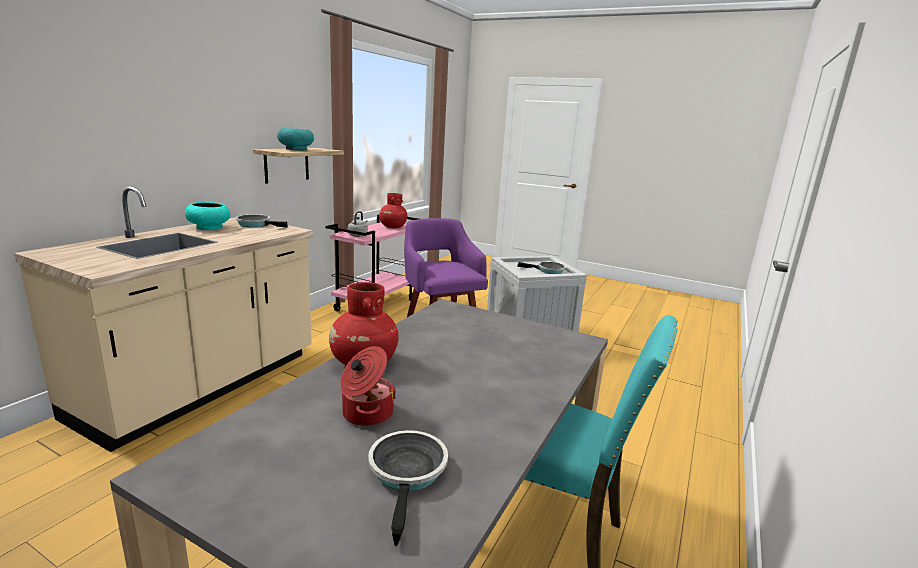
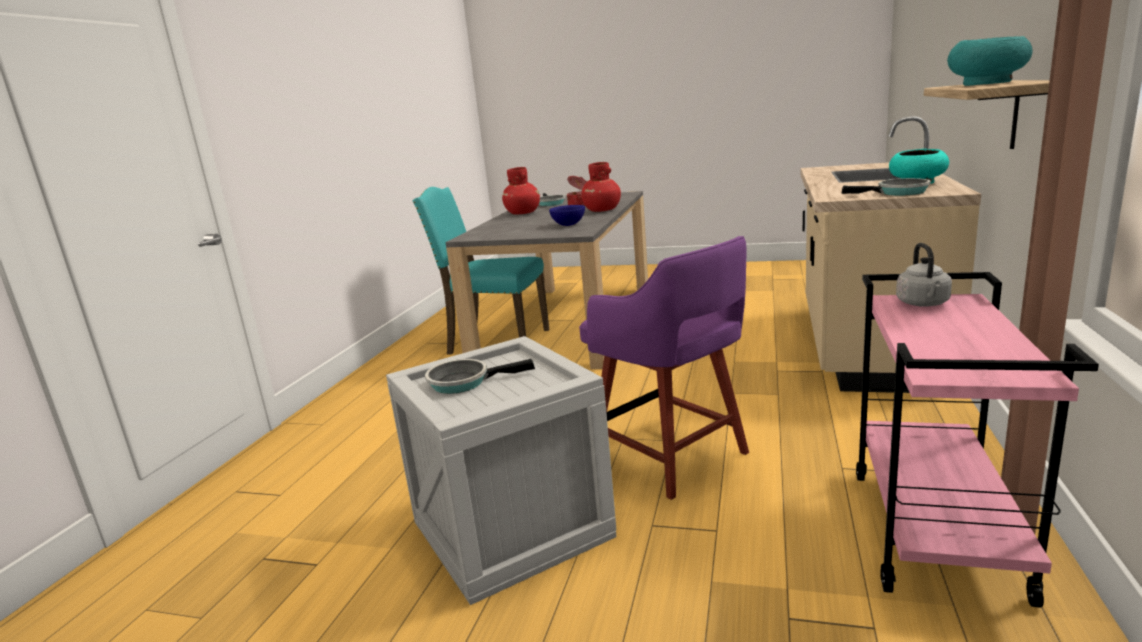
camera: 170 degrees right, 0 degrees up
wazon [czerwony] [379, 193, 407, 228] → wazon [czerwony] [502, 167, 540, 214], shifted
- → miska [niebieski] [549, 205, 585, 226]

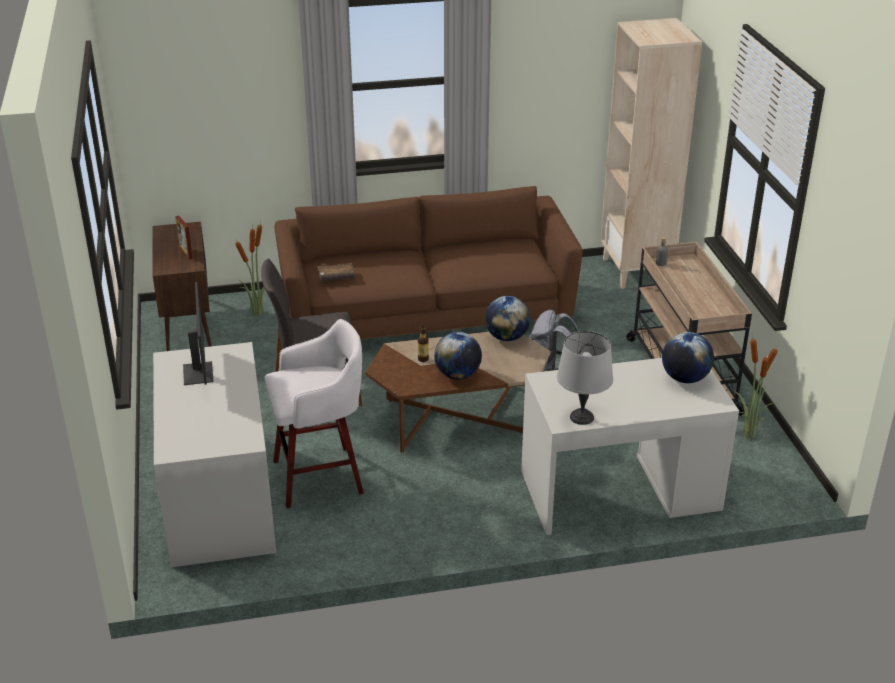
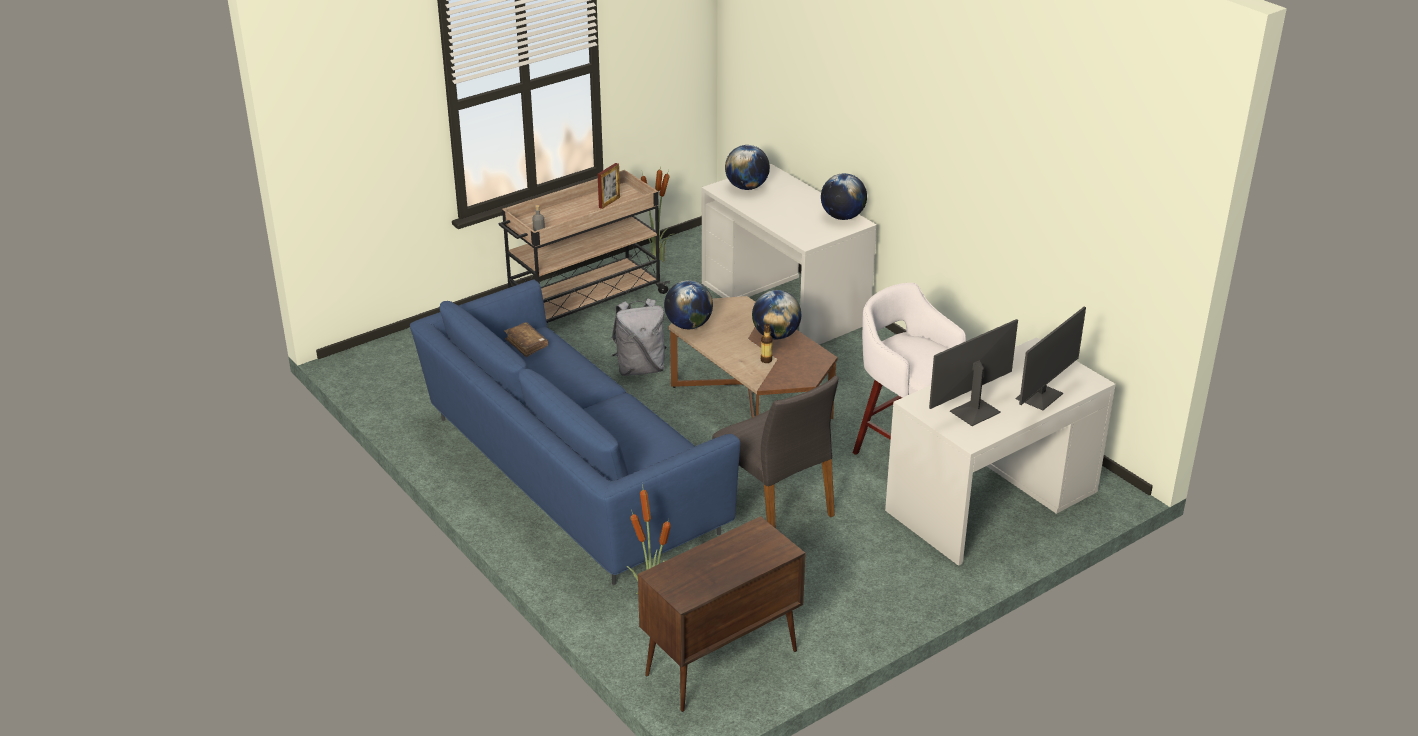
camera: 115 degrees left, 0 degrees up
kanapa [brązowy] [274, 186, 583, 340] → kanapa [niebieski] [410, 280, 740, 585]
książka [brązowy] [318, 263, 355, 282] → książka [brązowy] [504, 322, 549, 357], shifted
ramka na zdjęcie [175, 215, 193, 259] → ramka na zdjęcie [598, 163, 620, 209], shifted
lampa stołowa [szary] [557, 331, 613, 425] → globus [821, 173, 867, 220]
- → monitor [1016, 306, 1086, 410]
regał [beżowy] [601, 18, 702, 289] → -

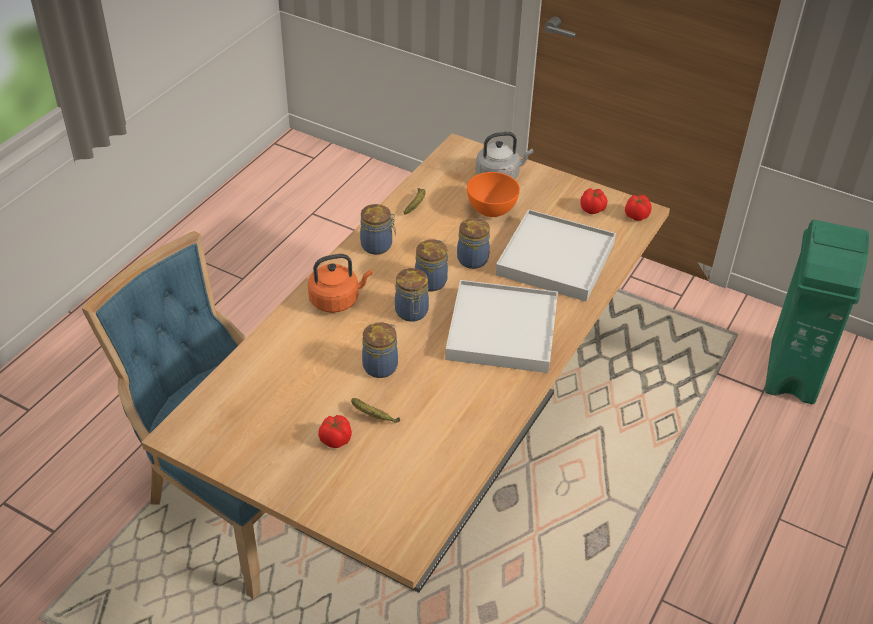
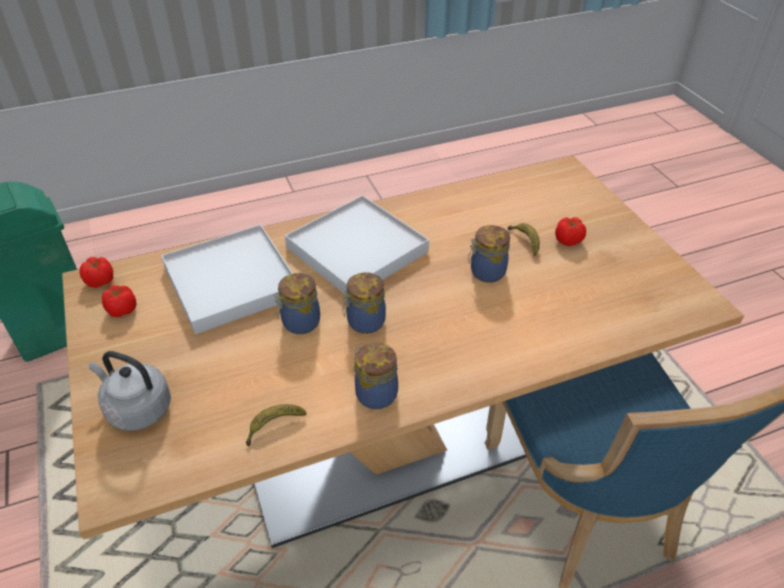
camera: 140 degrees left, 0 degrees up
czajnik [pomarańczowy] [308, 254, 373, 313] → -
słoik [395, 268, 429, 322] → -
miska [pomarańczowy] [467, 172, 520, 217] → -

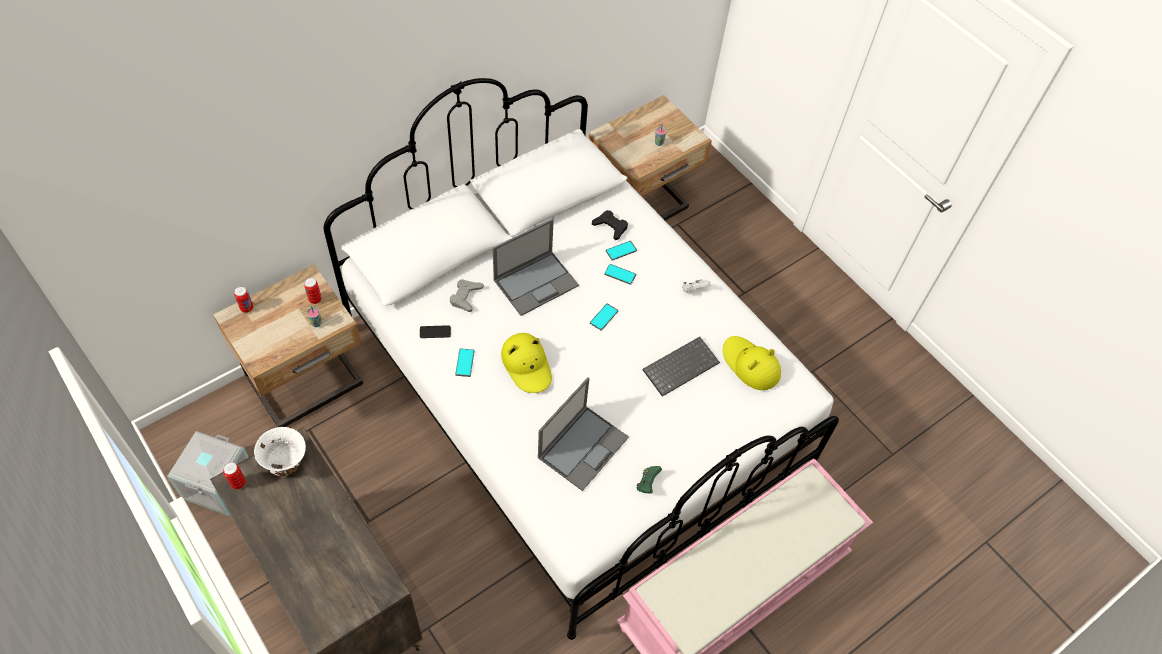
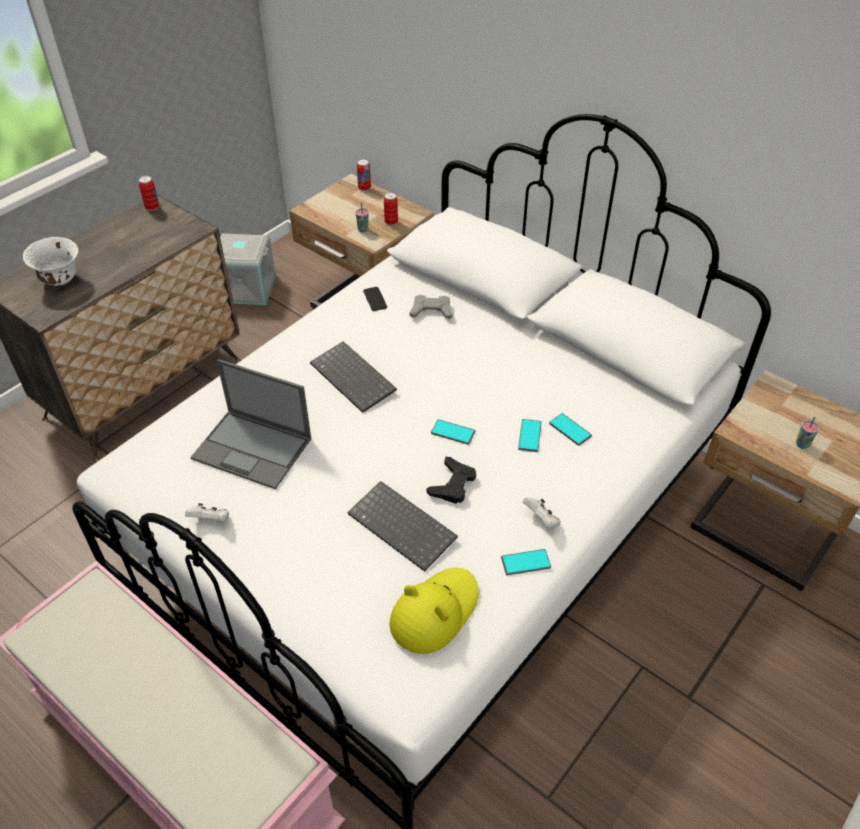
camera: 80 degrees right, 10 degrees down
miska [biały] [254, 427, 306, 476] → miska [biały] [23, 237, 79, 286], shifted
pad do gier [zielony] [637, 466, 662, 493] → pad do gier [biały] [185, 503, 229, 522]
kapelusz [żółty] [501, 333, 552, 393] → klawiatura [310, 341, 397, 413]
pad do gier [czarny] [592, 210, 628, 240] → pad do gier [czarny] [427, 457, 476, 504], shifted
telefon [455, 348, 474, 377] → telefon [501, 549, 551, 575], shifted
laptop [493, 219, 579, 316] → -

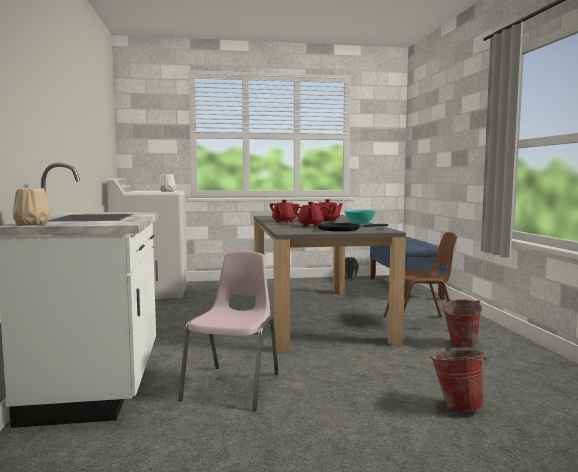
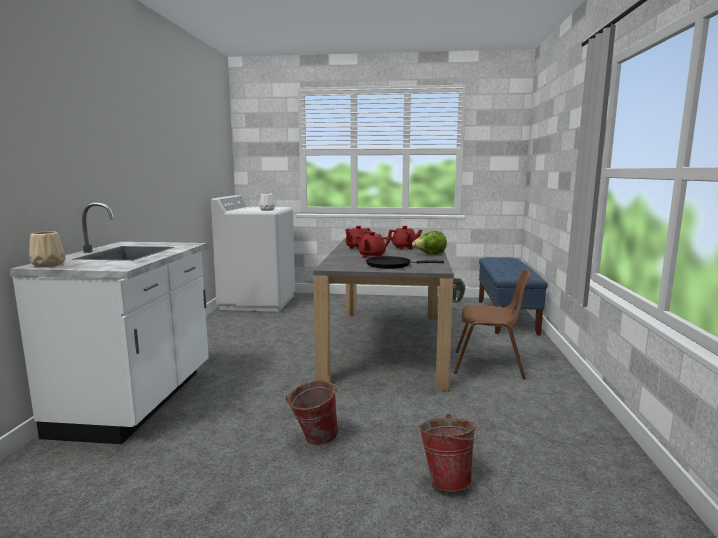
camera: 15 degrees right, 5 degrees up
wiadro [441, 299, 482, 347] → wiadro [285, 380, 339, 446], shifted
miska [turkusowy] [344, 210, 376, 224] → sałata [412, 231, 447, 255]
krzesło [różowy] [178, 251, 279, 410] → -

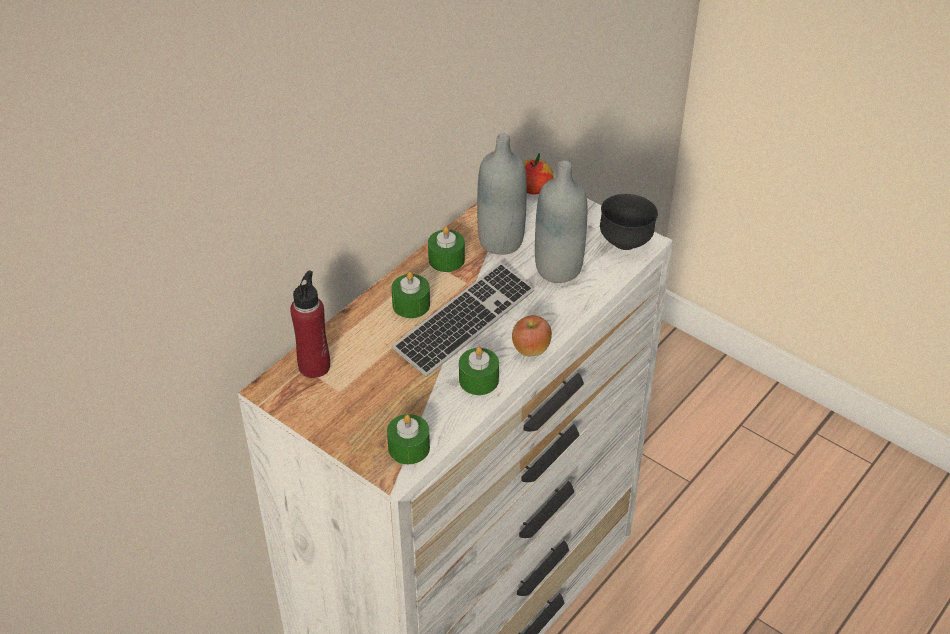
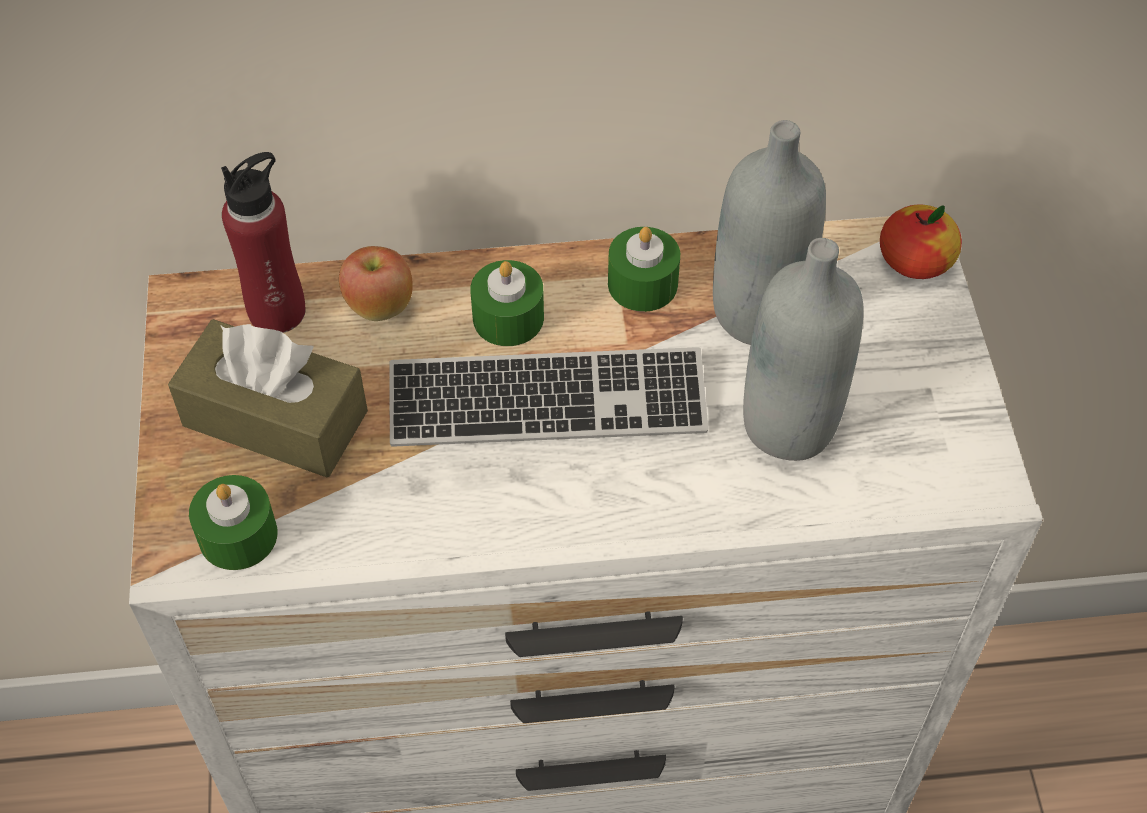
camera: 45 degrees right, 10 degrees up
- → pudełko chusteczek [brązowy] [168, 319, 368, 477]
jabłko [512, 315, 552, 356] → jabłko [339, 246, 413, 321], shifted
świeca [zielony] [459, 347, 499, 395] → -
miska [czarny] [600, 194, 658, 250] → -

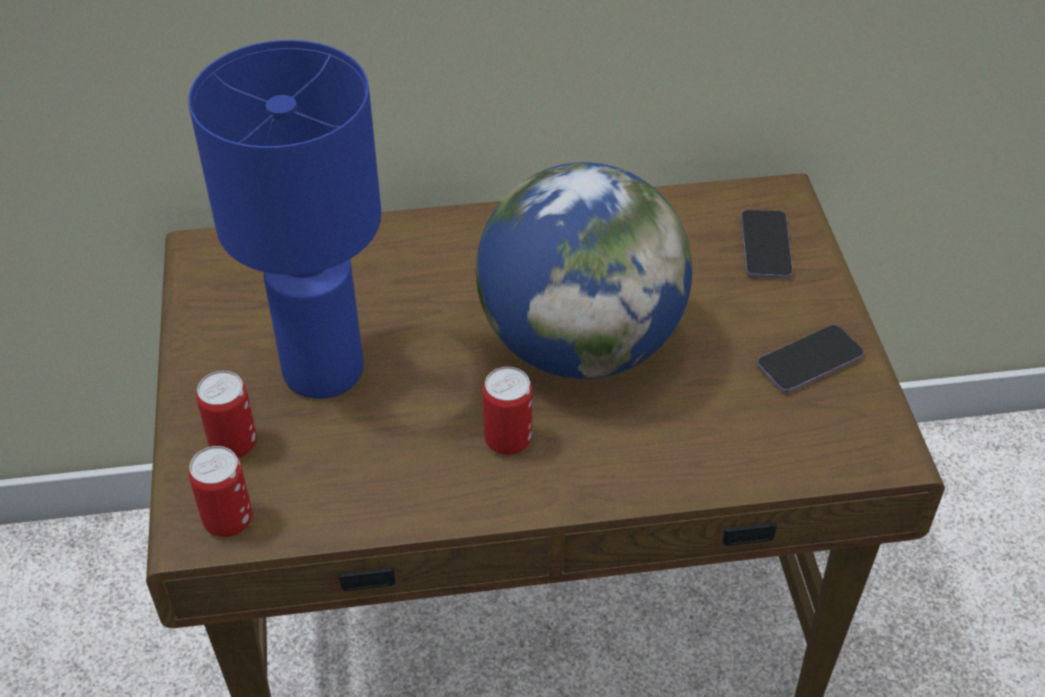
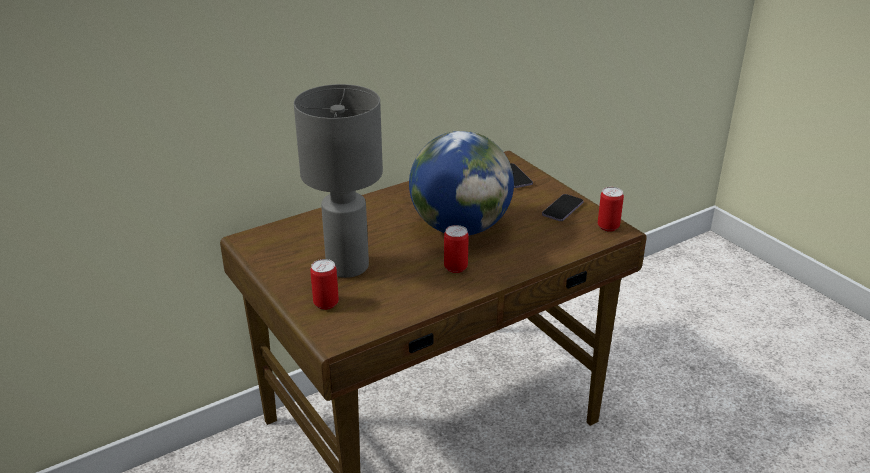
camera: 25 degrees left, 15 degrees down
lampa stołowa [niebieski] [188, 40, 381, 399] → lampa stołowa [szary] [294, 84, 383, 278]
puszka [189, 446, 252, 537] → puszka [598, 187, 624, 232], shifted

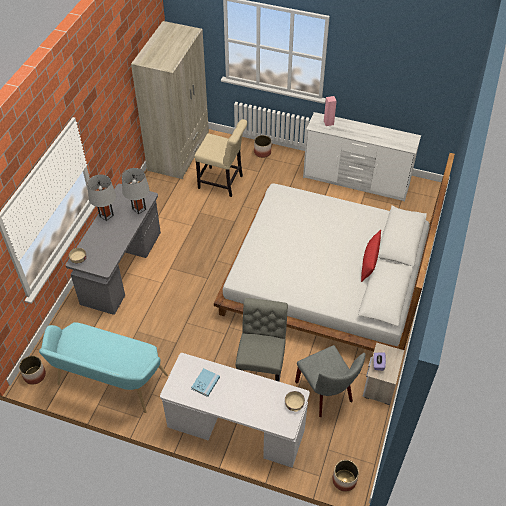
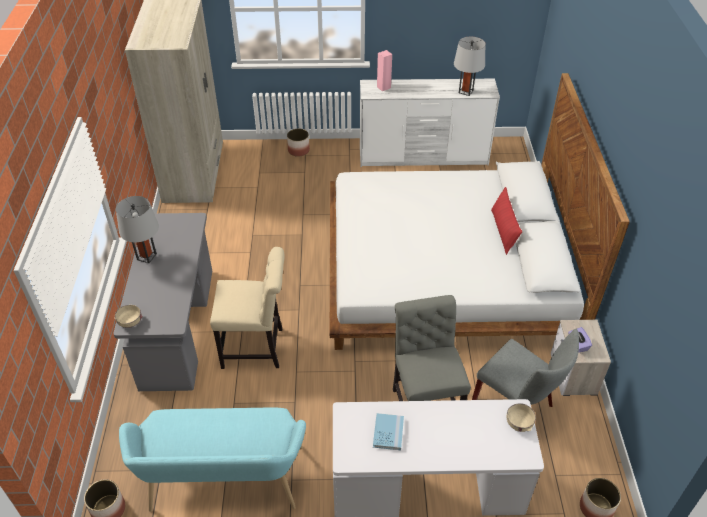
camera: 20 degrees left, 5 degrees down
krzesło [beżowy] [194, 119, 247, 197] → krzesło [beżowy] [210, 247, 284, 369], shifted
lampa stołowa [szary] [122, 168, 150, 214] → lampa stołowa [szary] [454, 37, 486, 96], shifted

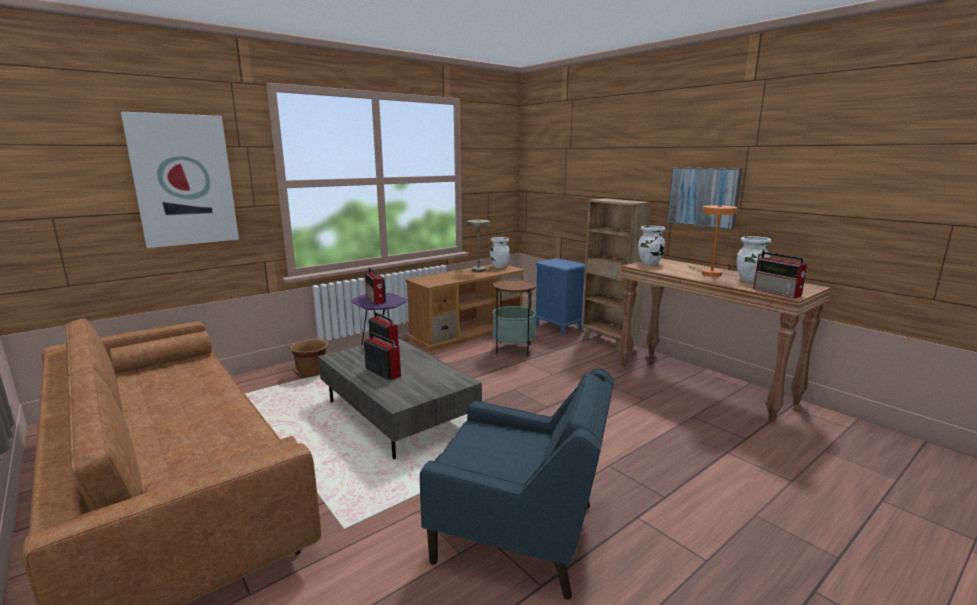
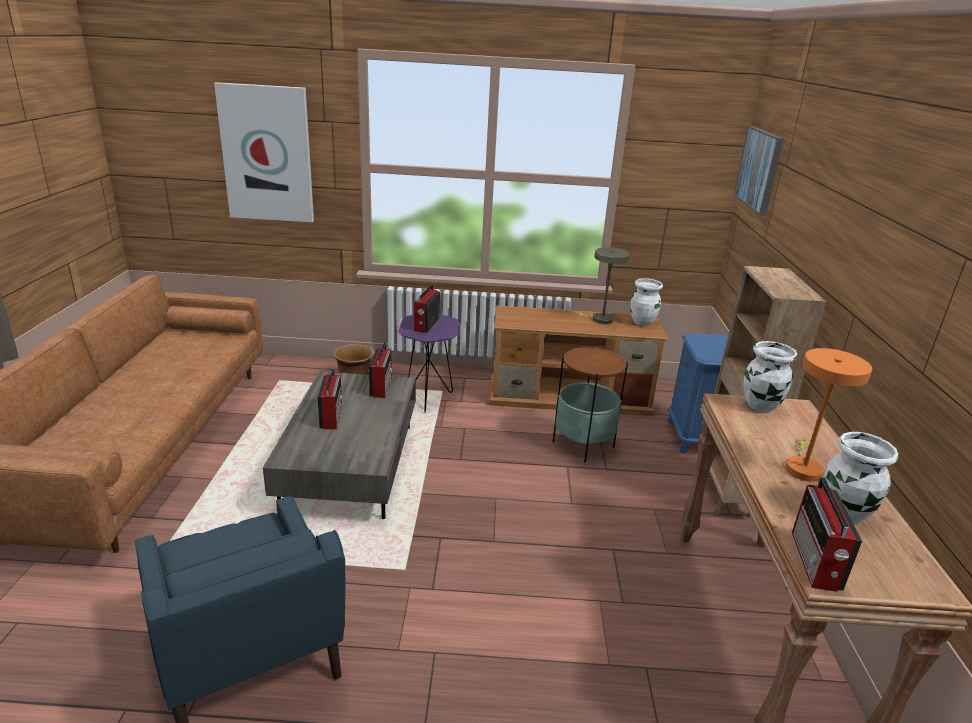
camera: 40 degrees right, 10 degrees up
obraz [667, 167, 742, 230] → obraz [733, 126, 784, 216], shifted

